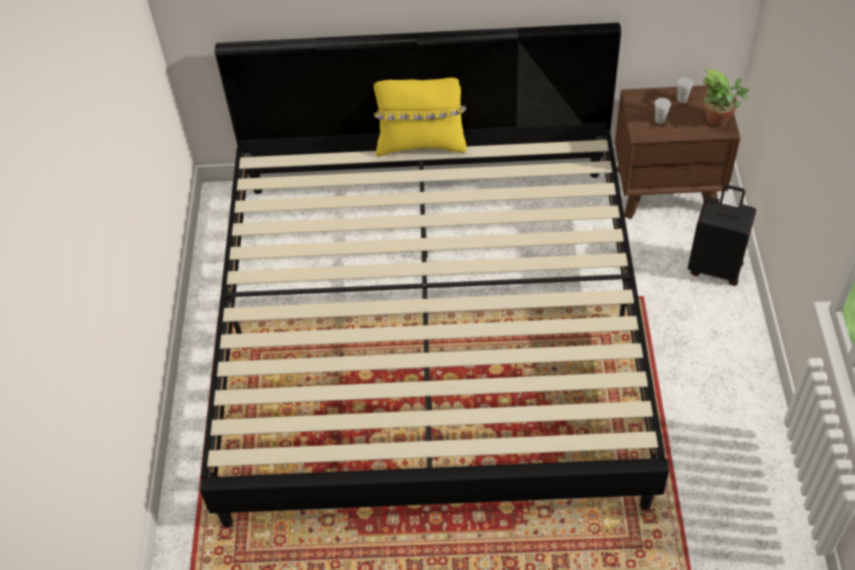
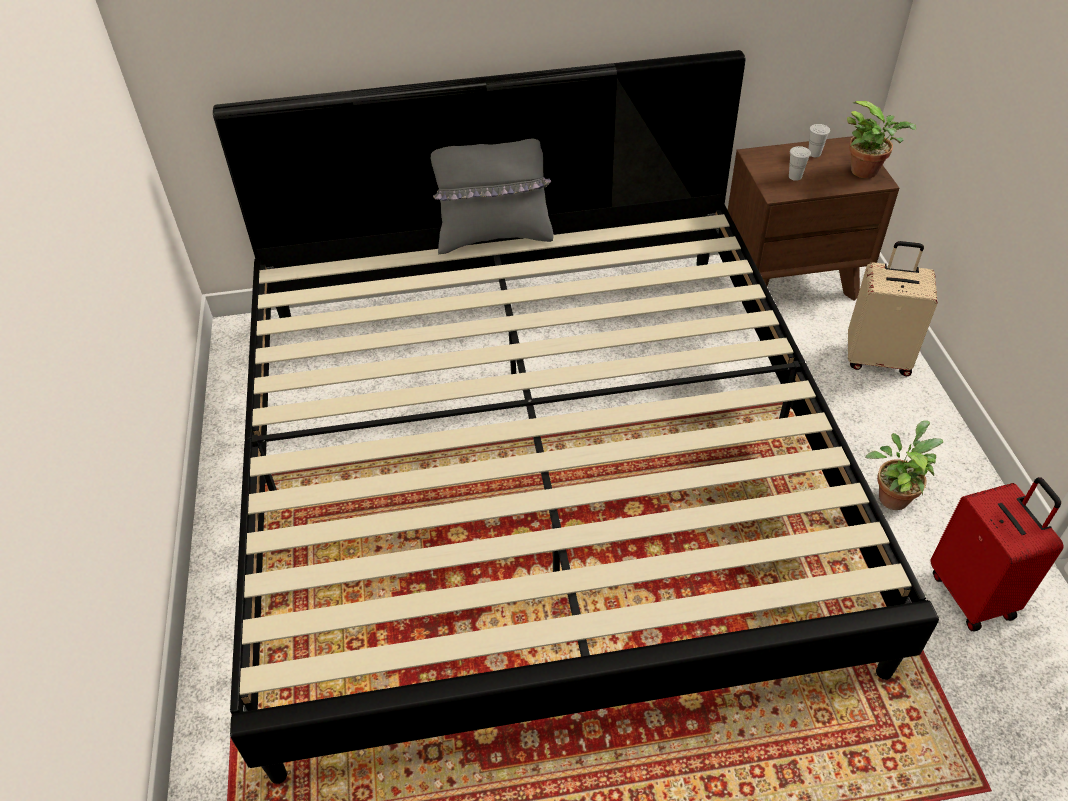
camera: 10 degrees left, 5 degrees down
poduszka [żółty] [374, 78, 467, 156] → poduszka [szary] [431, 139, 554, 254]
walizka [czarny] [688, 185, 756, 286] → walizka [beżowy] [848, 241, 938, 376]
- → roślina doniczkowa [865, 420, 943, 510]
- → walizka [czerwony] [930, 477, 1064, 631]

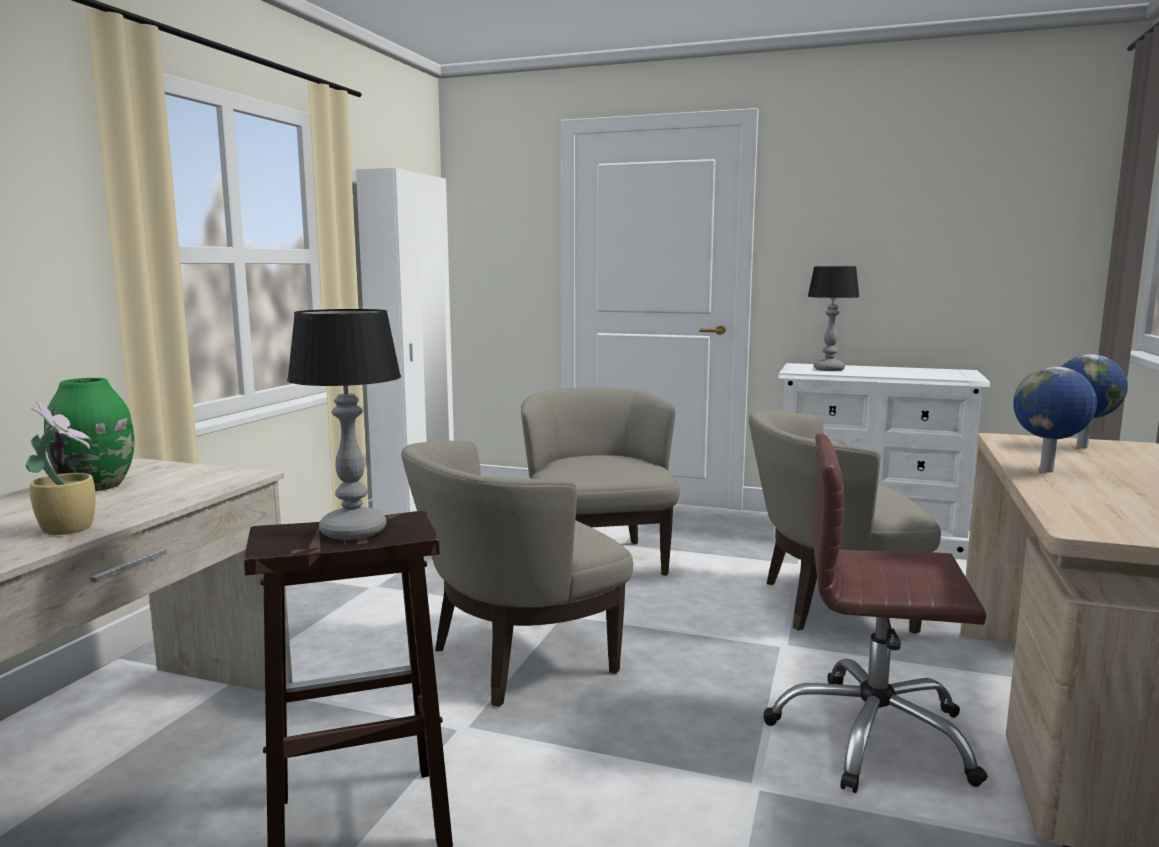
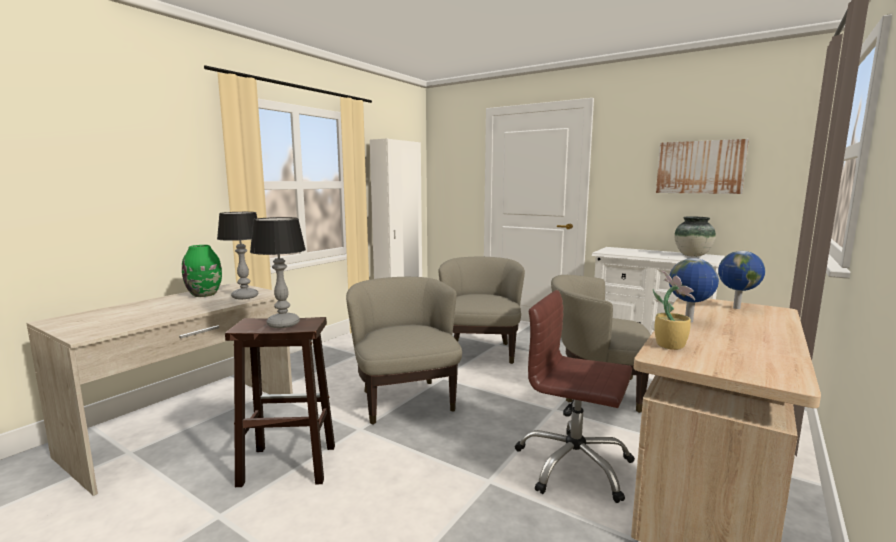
camera: 15 degrees right, 0 degrees up
lampa stołowa [807, 266, 859, 371] → lampa stołowa [217, 212, 258, 299], shifted
fotel [beżowy] [401, 441, 633, 707] → fotel [beżowy] [346, 277, 462, 425], 90 degrees clockwise
roślina doniczkowa [26, 402, 96, 535] → roślina doniczkowa [653, 271, 695, 350], shifted
- → obraz [656, 139, 749, 194]
- → wazon [674, 216, 716, 257]

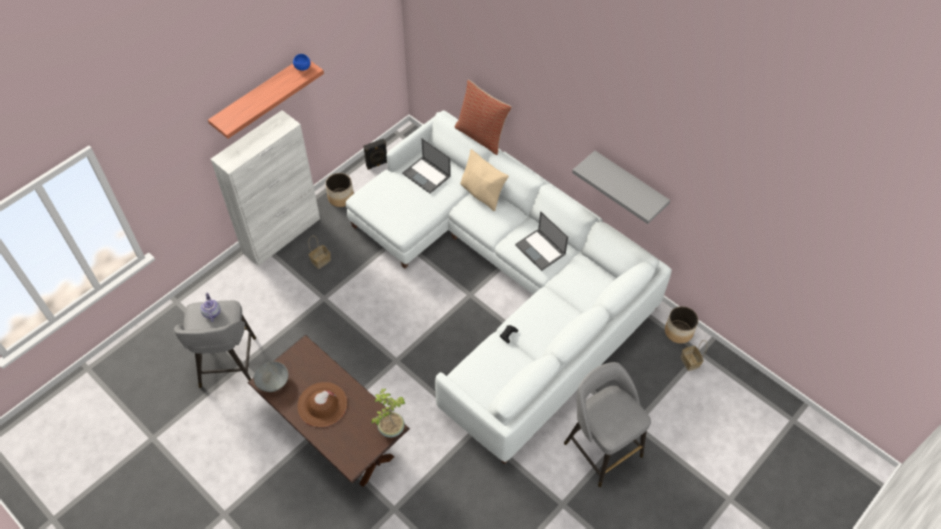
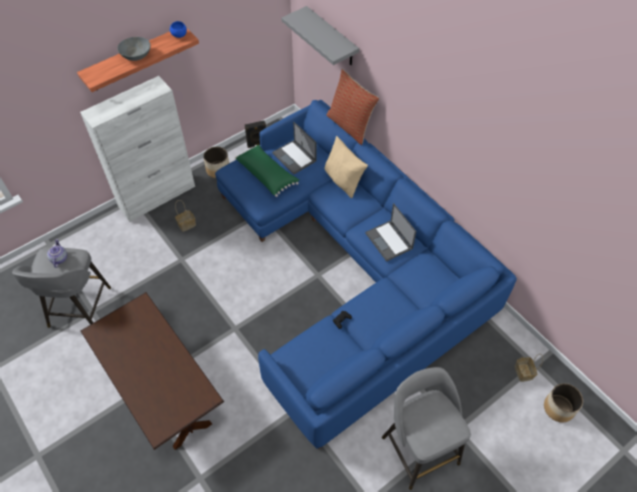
camera: 10 degrees right, 0 degrees up
miska [szary] [254, 362, 288, 392] → miska [szary] [117, 37, 151, 61], shifted
kanapa [biały] [345, 110, 672, 464] → kanapa [niebieski] [215, 100, 517, 450]
- → poduszka [zielony] [235, 145, 299, 197]
półka [szary] [572, 151, 670, 224] → półka [szary] [282, 6, 359, 65], shifted
donica [665, 306, 698, 344] → donica [544, 383, 583, 423], shifted
kapelusz [brązowy] [298, 382, 347, 427] → -
roślina doniczkowa [371, 389, 406, 438] → -

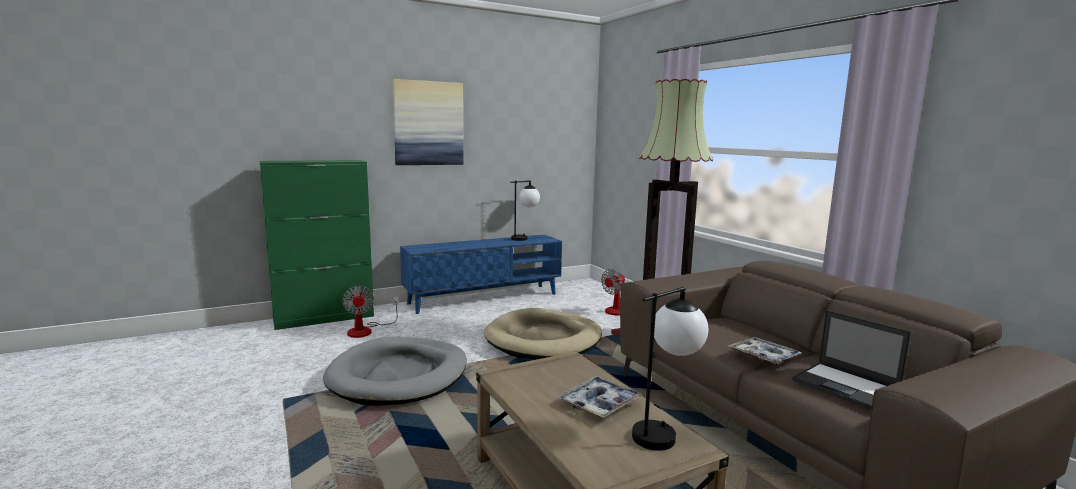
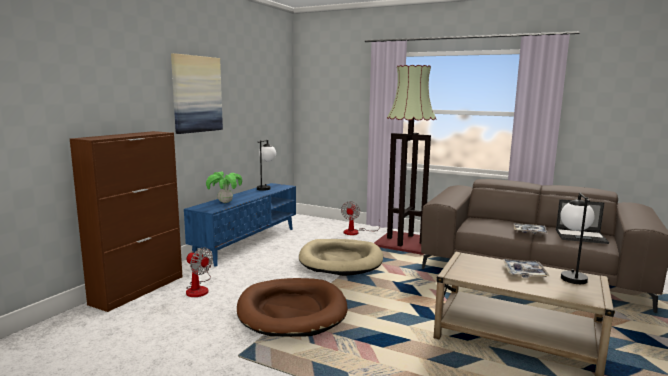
camera: 35 degrees left, 0 degrees up
szafka [zielony] [260, 160, 374, 330] → szafka [brązowy] [70, 131, 182, 312]
- → roślina doniczkowa [206, 171, 242, 203]
legowisko [szary] [323, 337, 466, 406] → legowisko [brązowy] [237, 278, 348, 337]

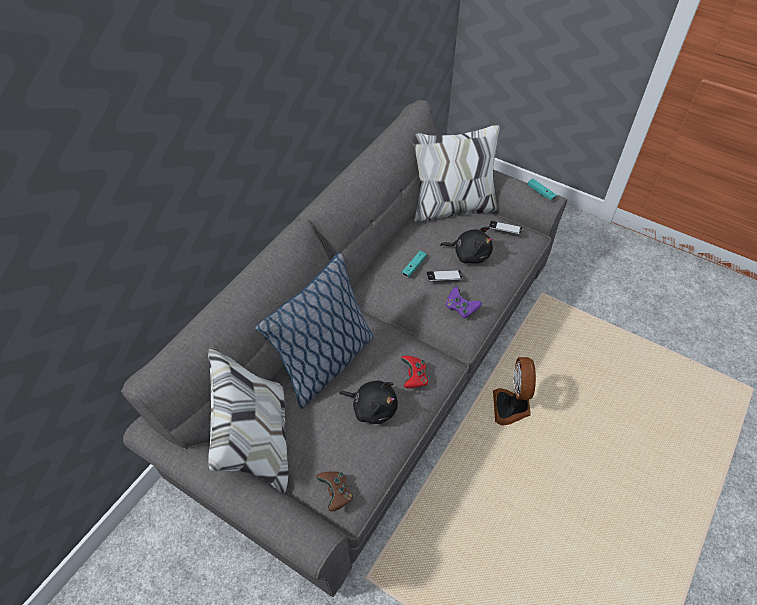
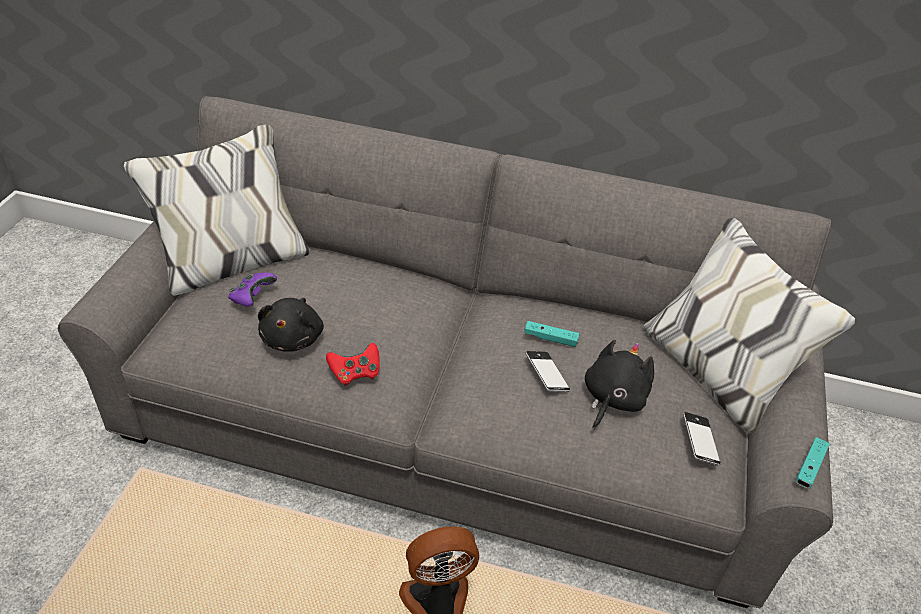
camera: 70 degrees right, 10 degrees down
pad do gier [fioletowy] [446, 287, 482, 318] → pad do gier [fioletowy] [228, 272, 277, 307], shifted
pluszak [czarny] [440, 227, 493, 263] → pluszak [czarny] [585, 340, 654, 430], 150 degrees counterclockwise
poduszka [255, 253, 374, 409] → -
pad do gier [brązowy] [316, 471, 353, 512] → -

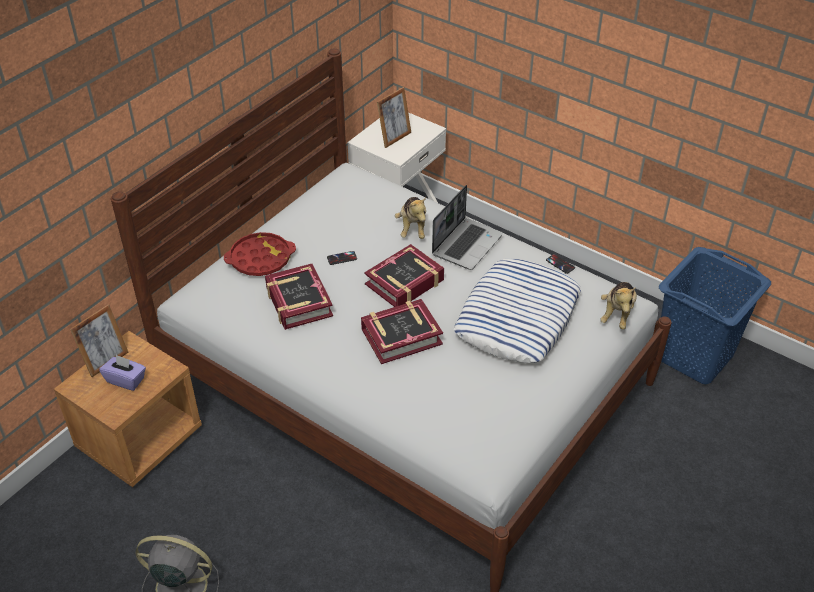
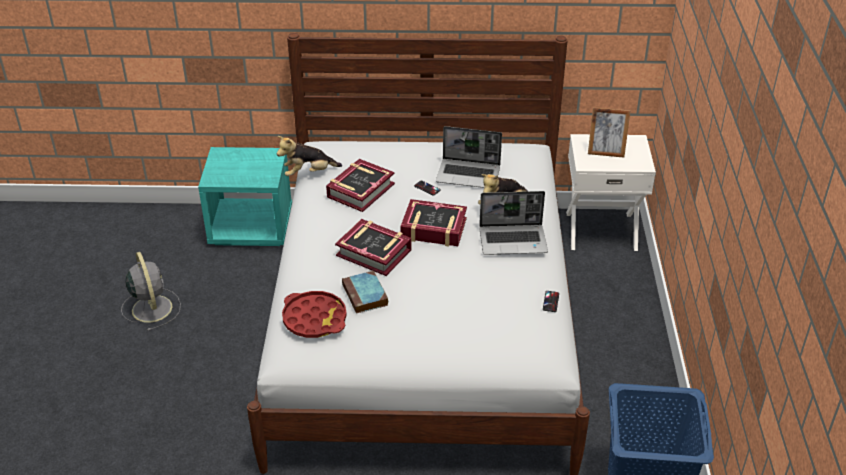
camera: 55 degrees right, 5 degrees down
szafka nocna [brązowy] [54, 331, 202, 487] → szafka nocna [turkusowy] [198, 147, 292, 246]
pluszak [600, 282, 637, 329] → pluszak [277, 136, 342, 176], shifted
taca [czerwony] [224, 232, 296, 276] → taca [czerwony] [282, 291, 347, 338], shifted
- → książka [342, 271, 388, 314]
- → laptop [436, 126, 502, 188]
ramka na zdjęcie [70, 304, 129, 377] → -
pudełko chusteczek [fioletowy] [99, 355, 146, 391] → -
poduszka [454, 259, 581, 363] → -

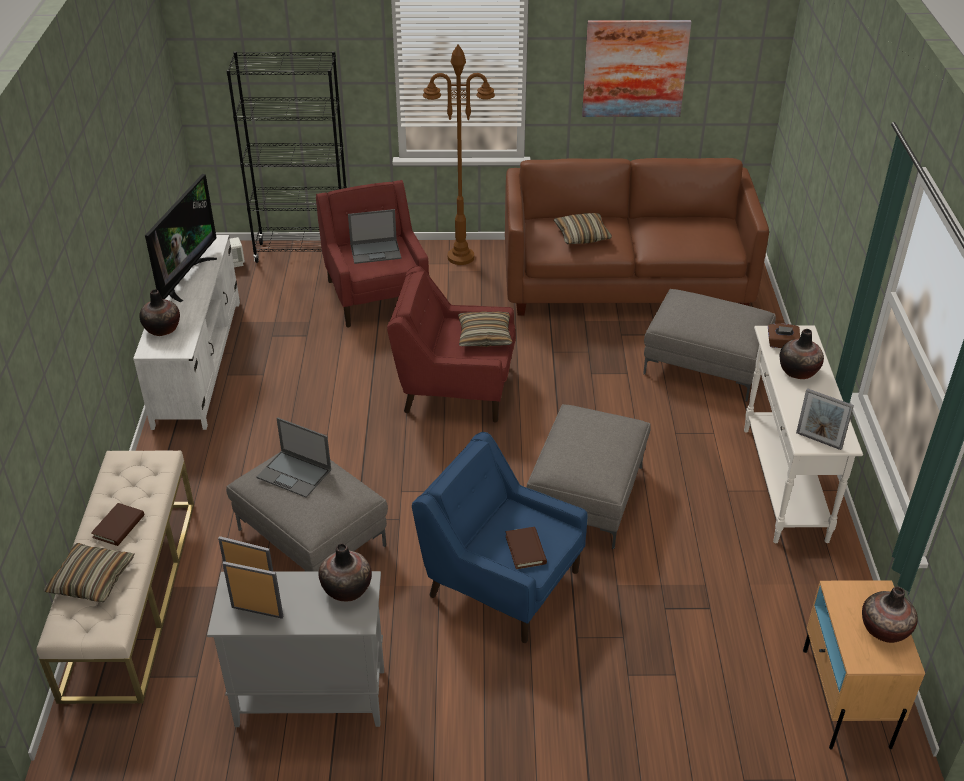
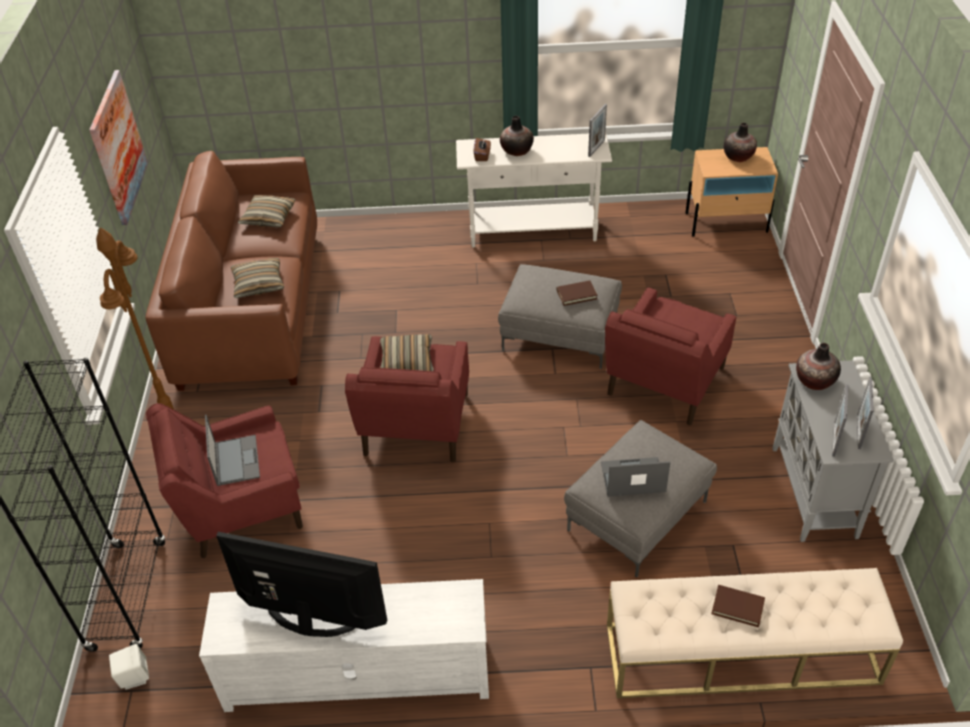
camera: 90 degrees left, 5 degrees up
poduszka [44, 543, 134, 602] → poduszka [238, 195, 295, 227], shifted
książka [brązowy] [505, 527, 547, 569] → książka [brązowy] [557, 281, 598, 306], shifted
laptop [257, 417, 331, 498] → laptop [601, 457, 670, 497], 120 degrees counterclockwise
fotel [niebieski] [412, 432, 587, 643] → fotel [czerwony] [605, 288, 736, 426]
wazon [139, 289, 180, 336] → -
pufa [szary] [643, 289, 776, 402] → -

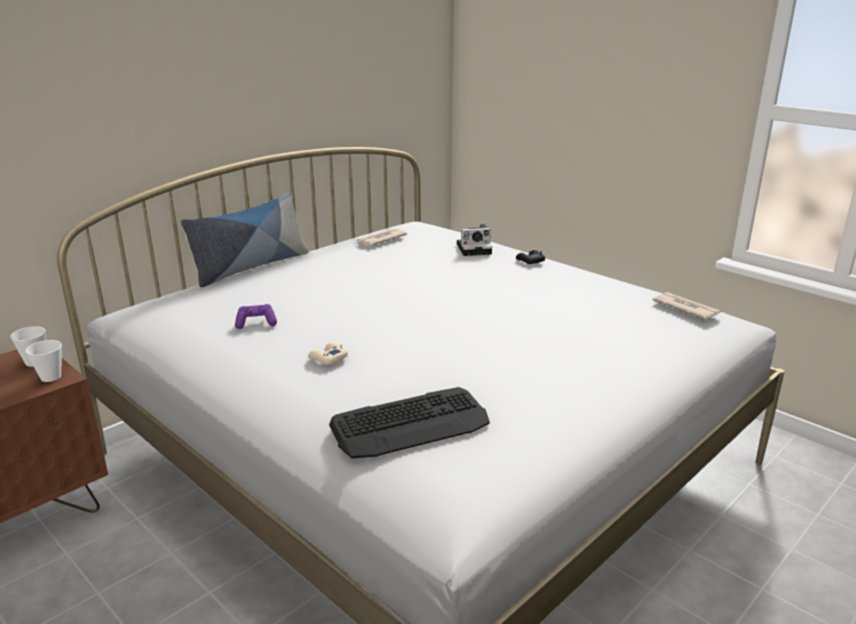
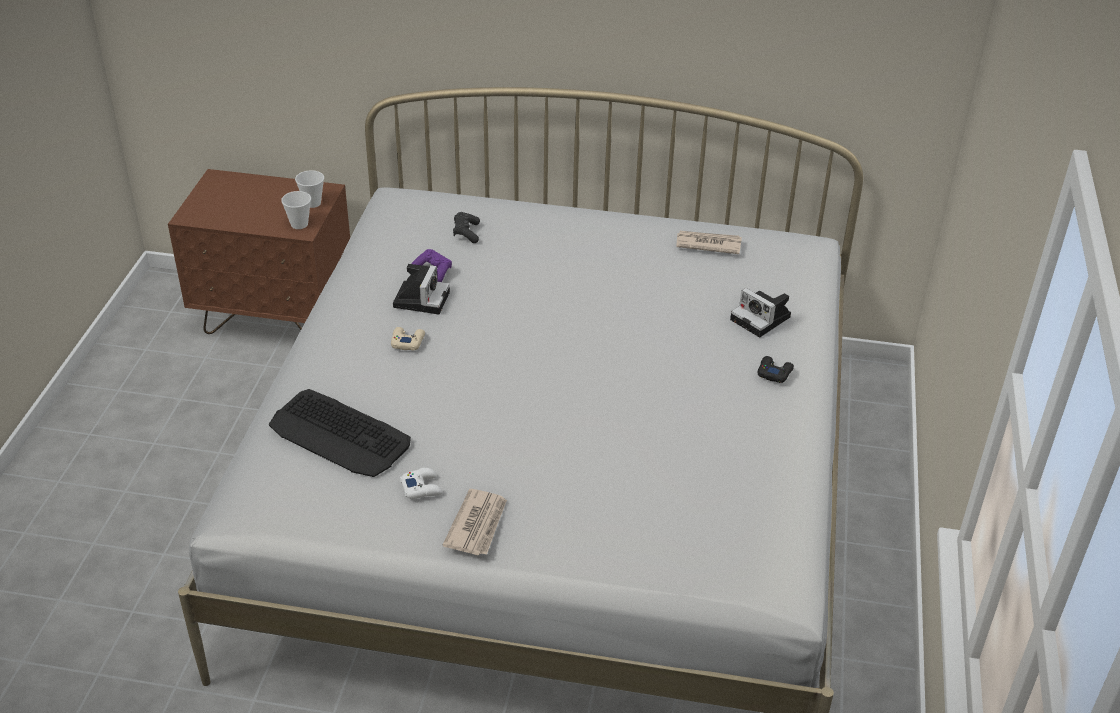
camera: 55 degrees right, 15 degrees up
- → aparat fotograficzny [393, 264, 450, 314]
- → pad do gier [biały] [400, 468, 442, 499]
gazeta [652, 292, 721, 320] → gazeta [442, 489, 507, 555], shifted
- → pad do gier [czarny] [453, 212, 480, 243]
poduszka [181, 193, 309, 287] → -

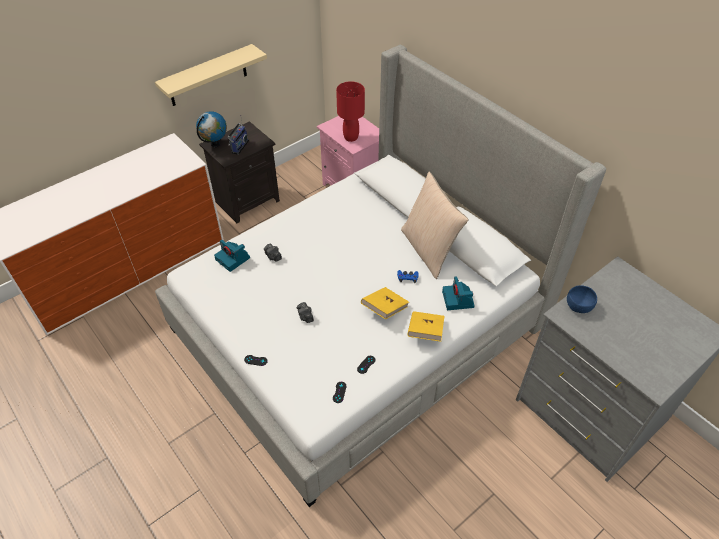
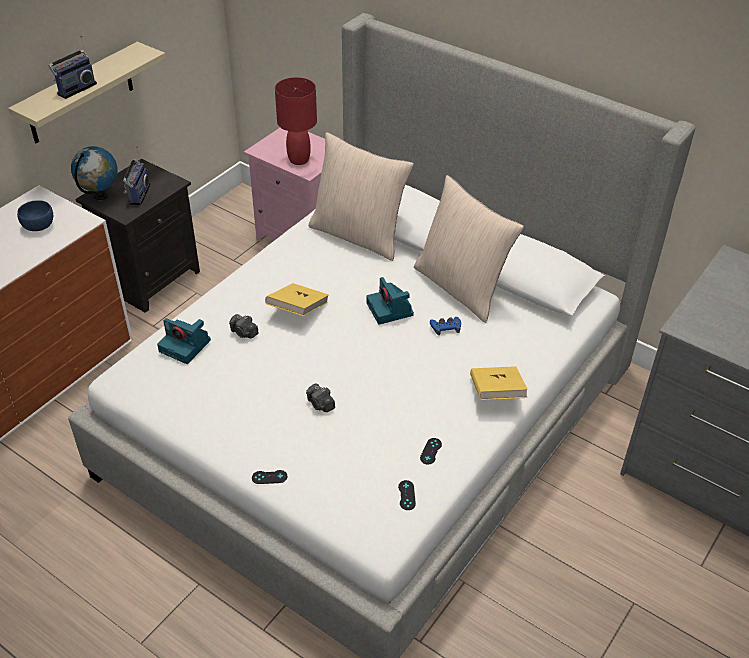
camera: 15 degrees left, 5 degrees down
miska [niebieski] [567, 285, 597, 313] → miska [niebieski] [17, 200, 53, 231], shifted
- → radio [48, 35, 97, 99]
książka [żółty] [361, 287, 409, 319] → książka [żółty] [265, 283, 329, 316], shifted
- → poduszka [beżowy] [308, 132, 414, 261]
aparat fotograficzny [442, 276, 475, 310] → aparat fotograficzny [367, 277, 414, 325], shifted

